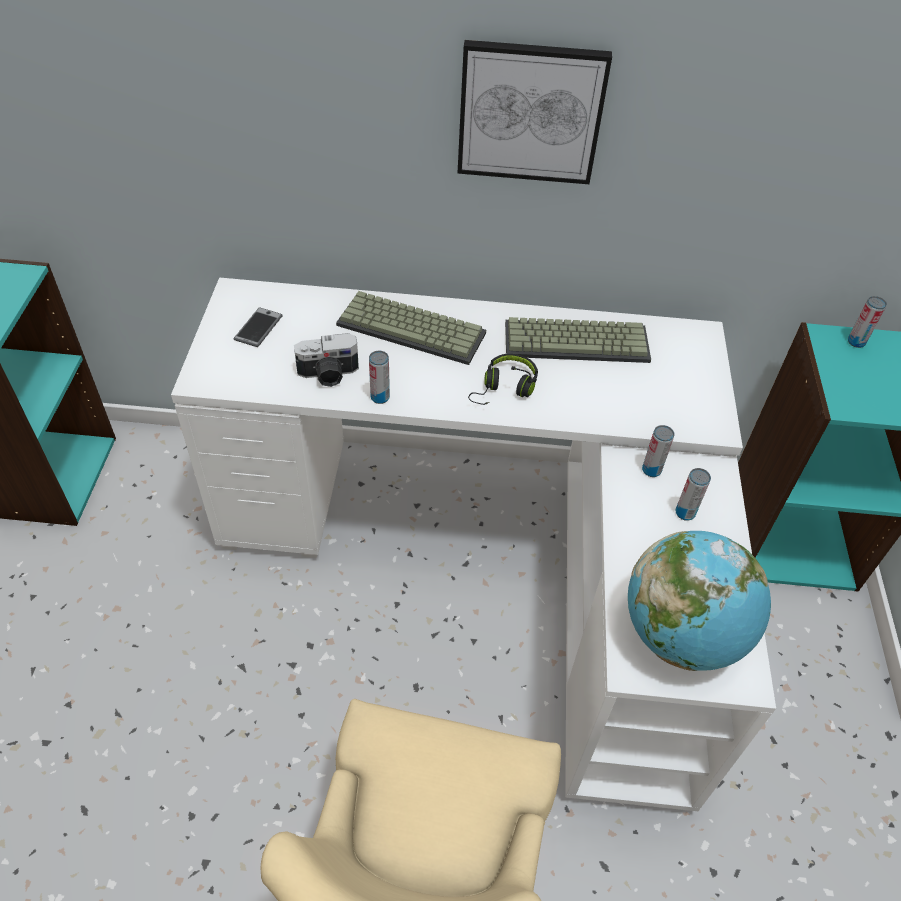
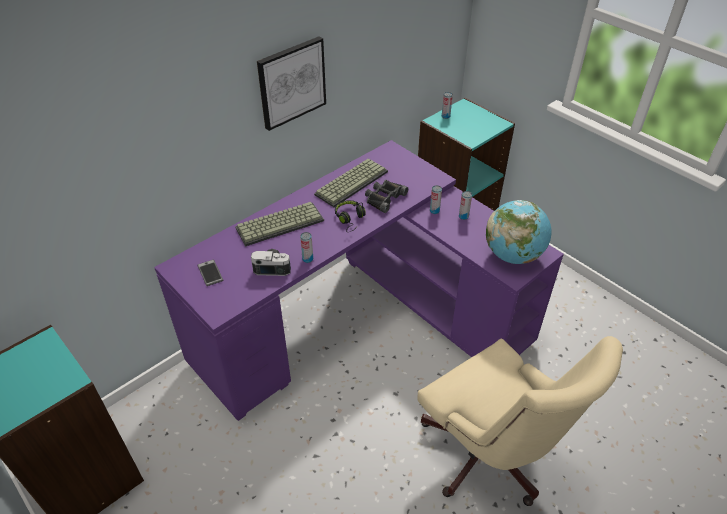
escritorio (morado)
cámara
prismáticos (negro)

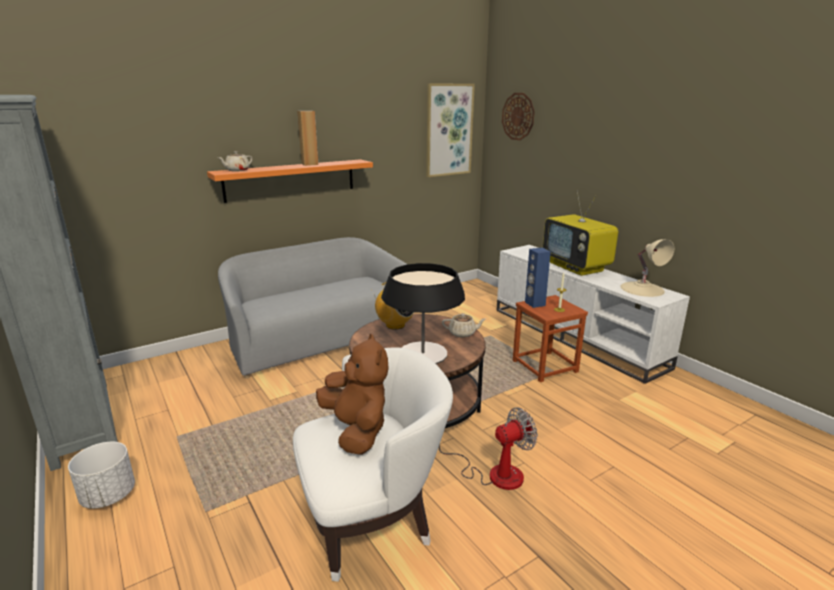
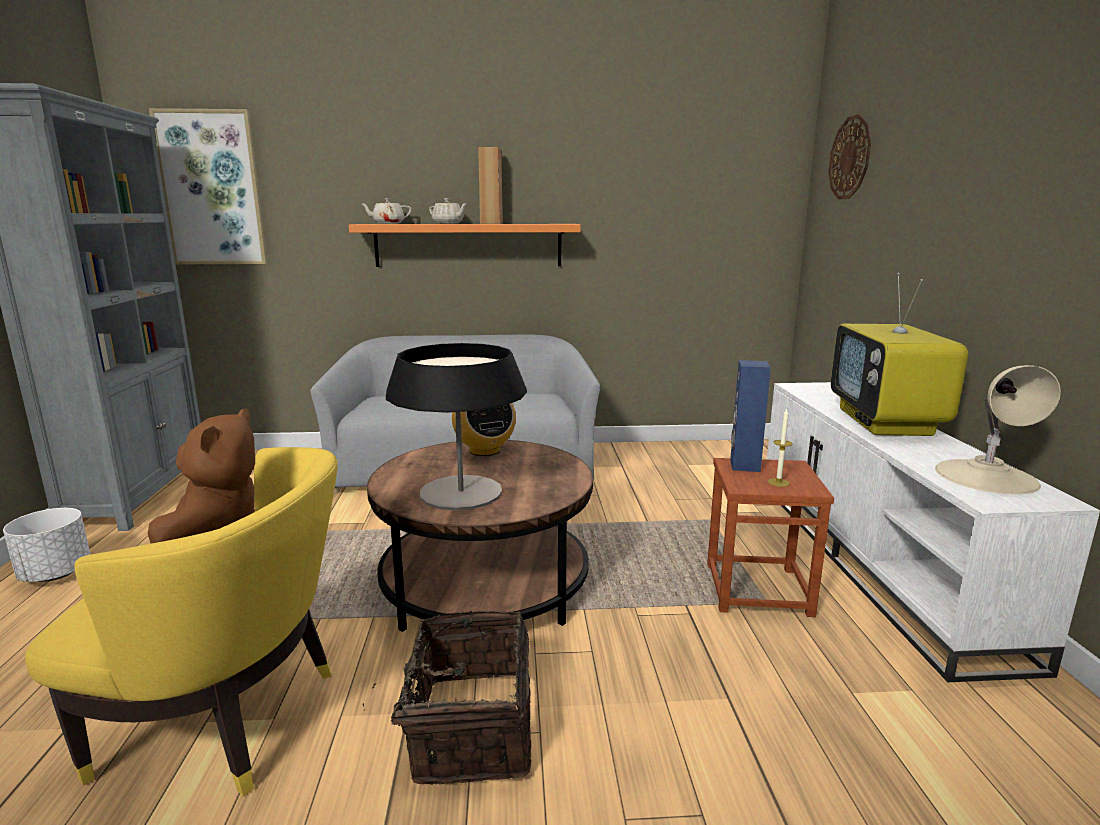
cuadro
tetera (beis) (2nd from left)
sillón (amarillo)
cesta

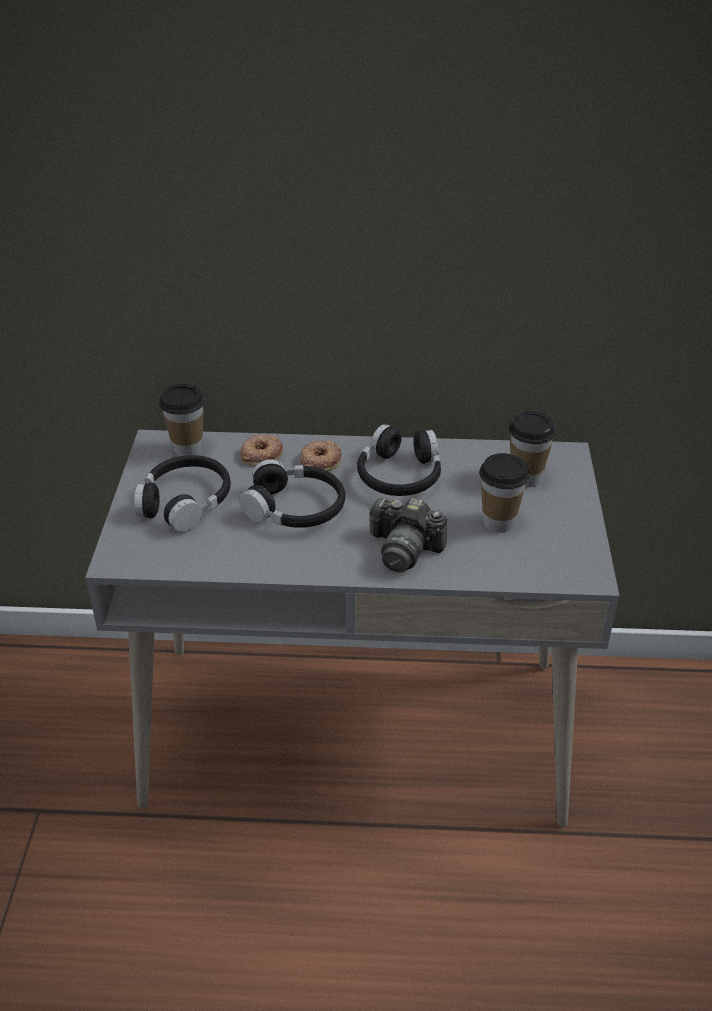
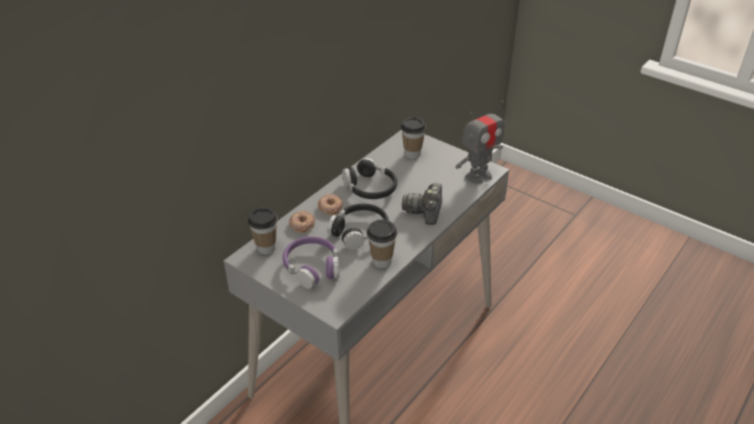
taza (2nd from left)
auriculares (morado)
cámara
robot de juguete

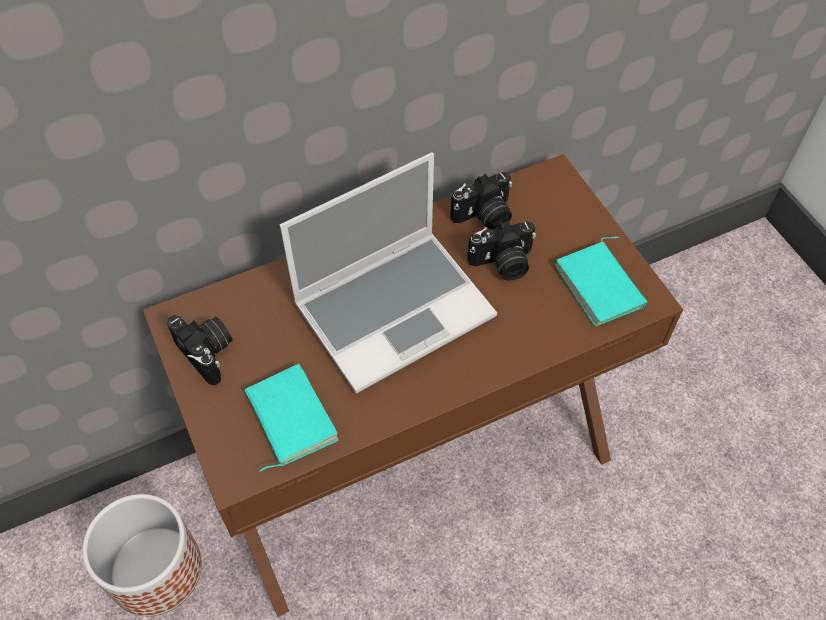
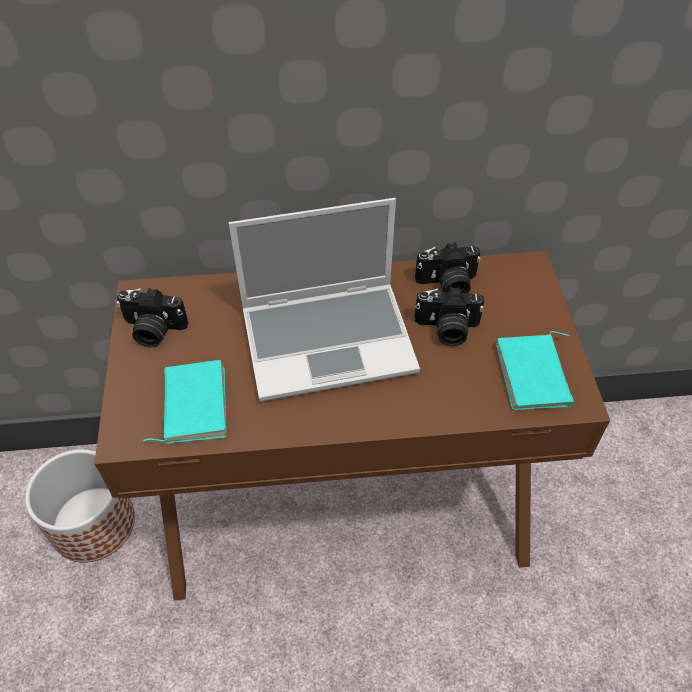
cámara (1st from left)

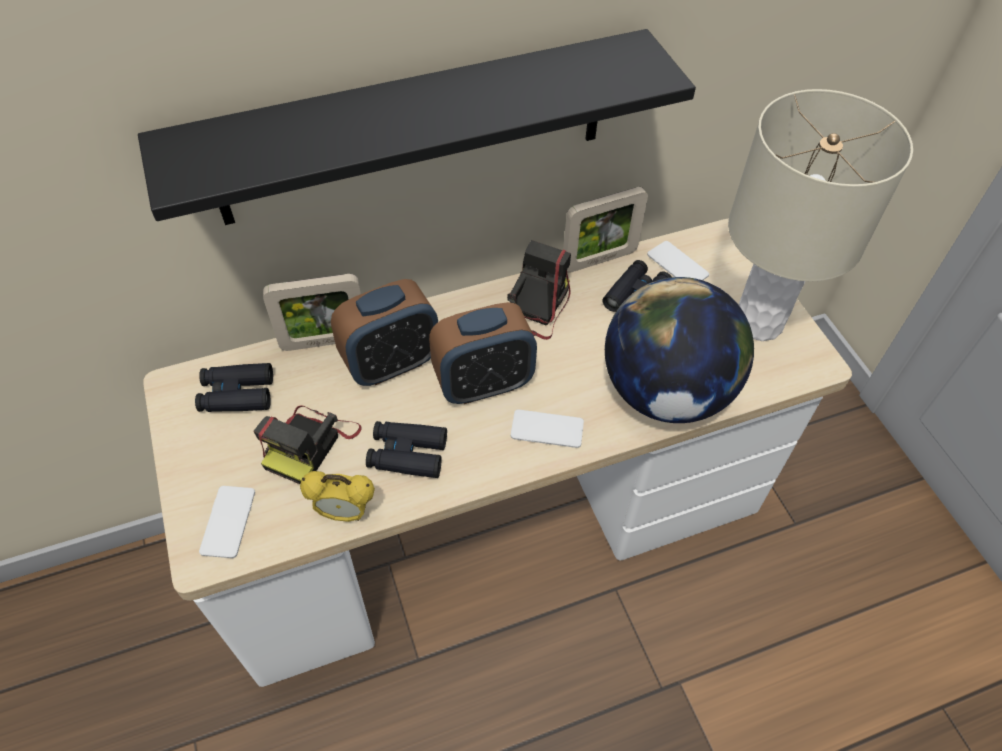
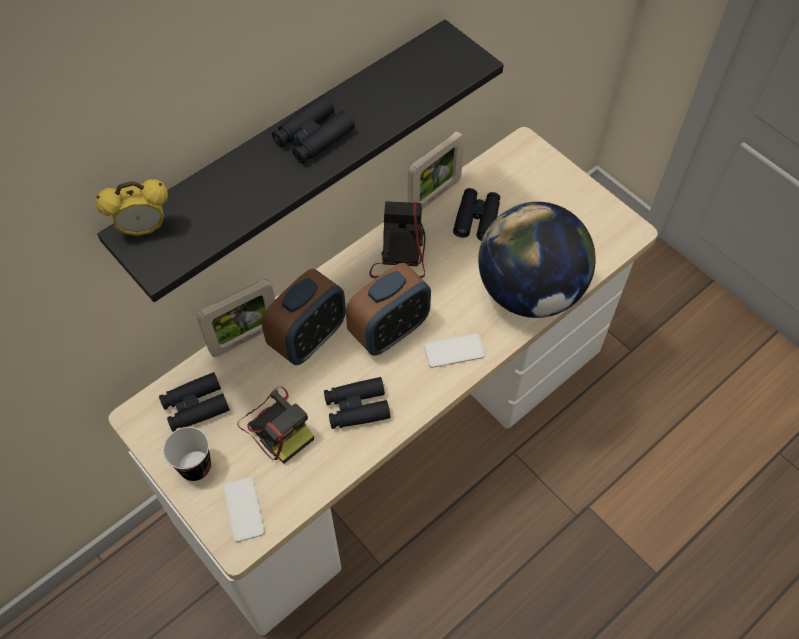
lámpara de mesa (beis)
móvil (3rd from left in the first image)
cámara (1st from left)
despertador (1st from left)
prismáticos (negro) (2nd from left)
taza

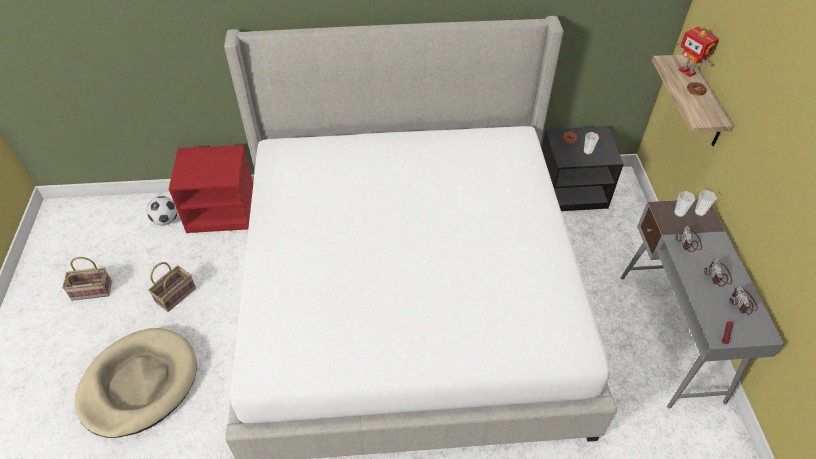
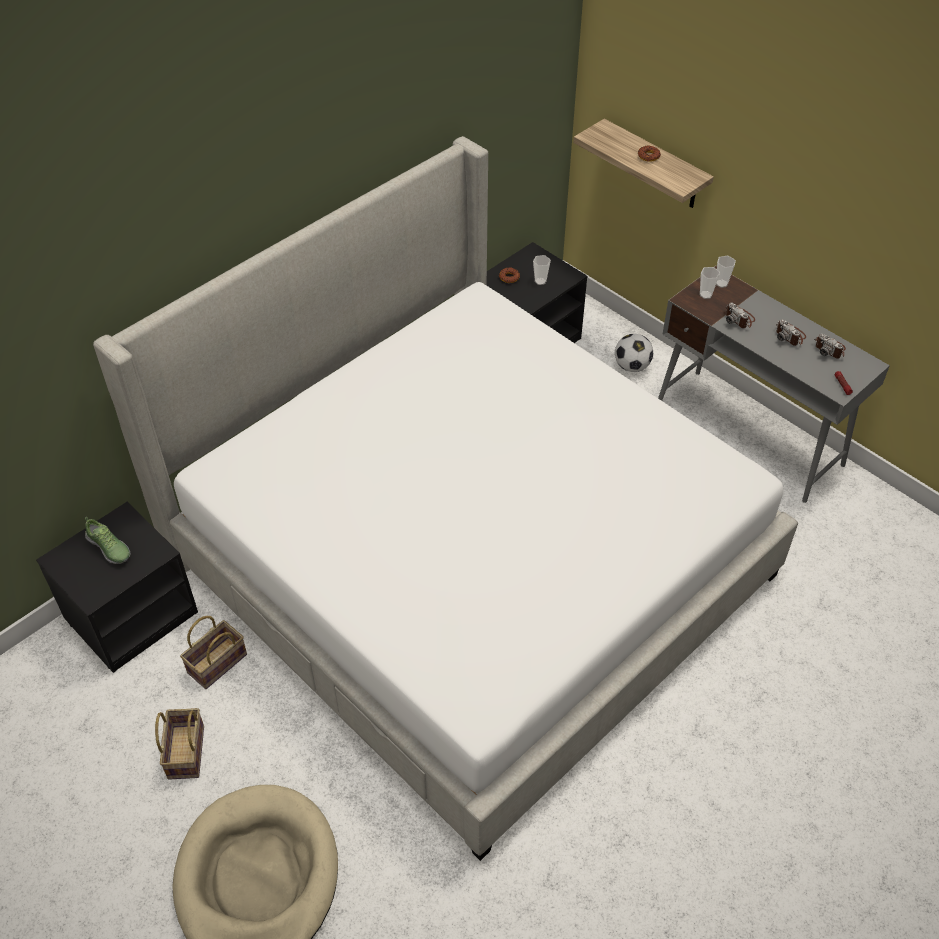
robot de juguete
mesita de noche (negro) (1st from left)
balón de fútbol
cesta (2nd from left)
zapato

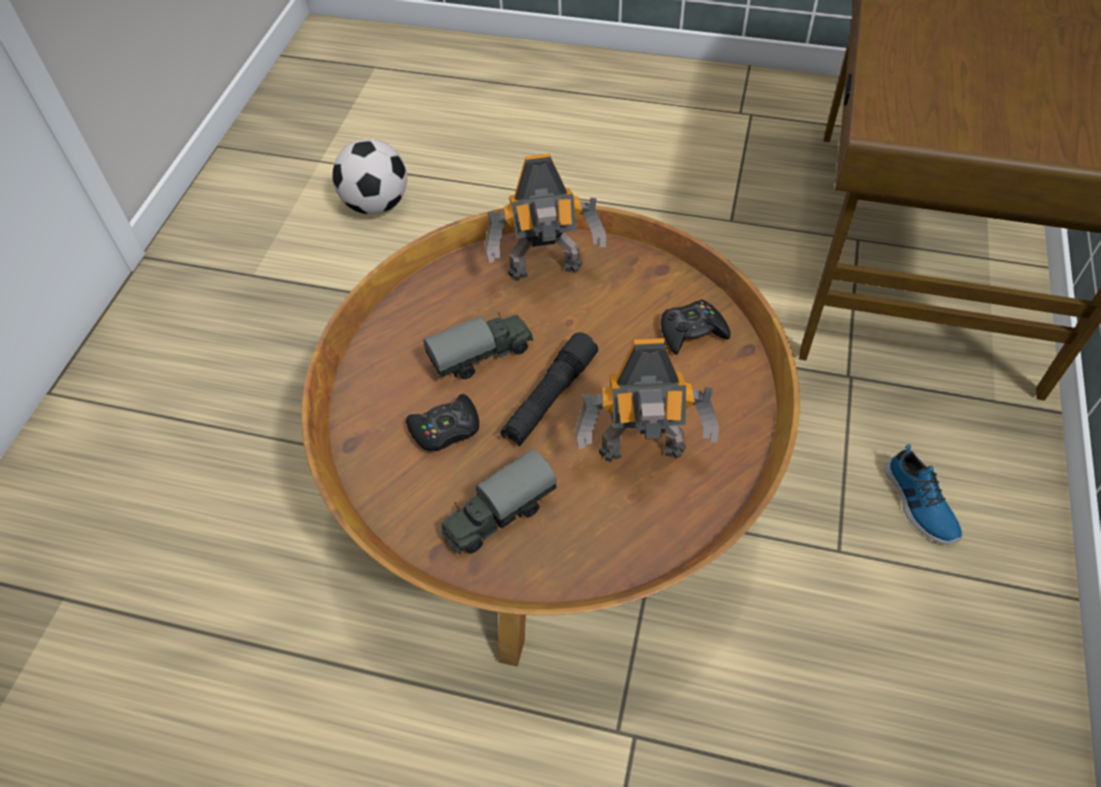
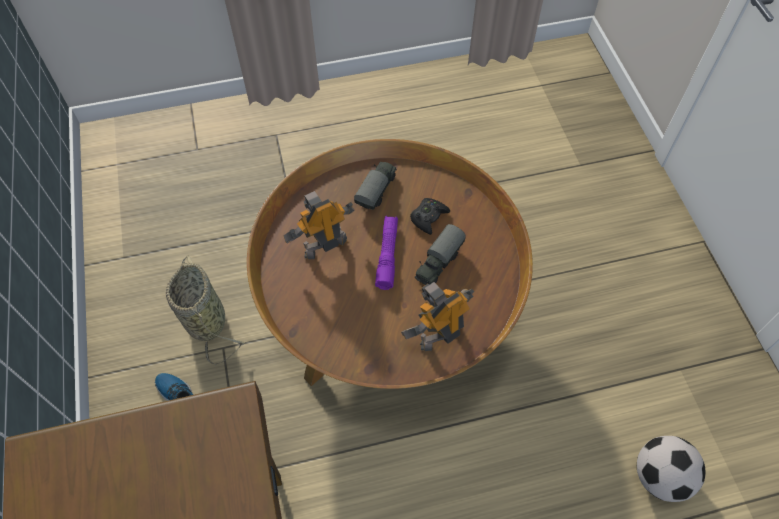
mando de consola (negro) (2nd from left in the first image)
linterna (morado)
cesta

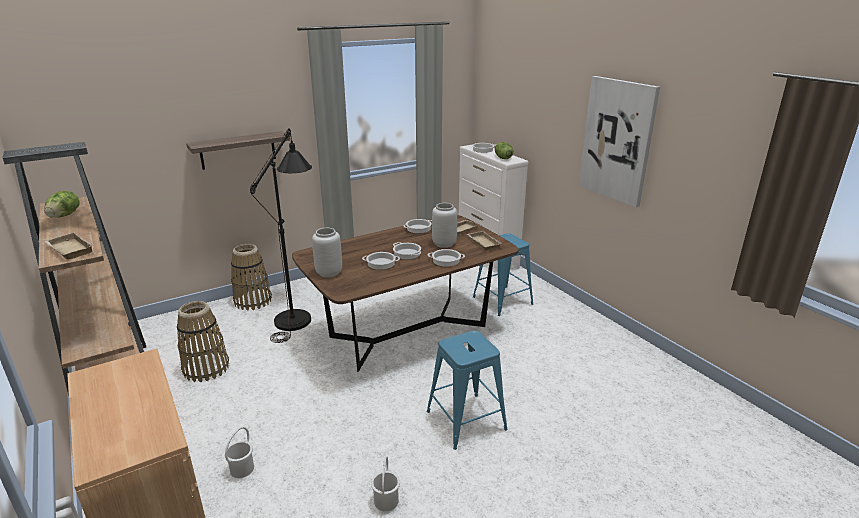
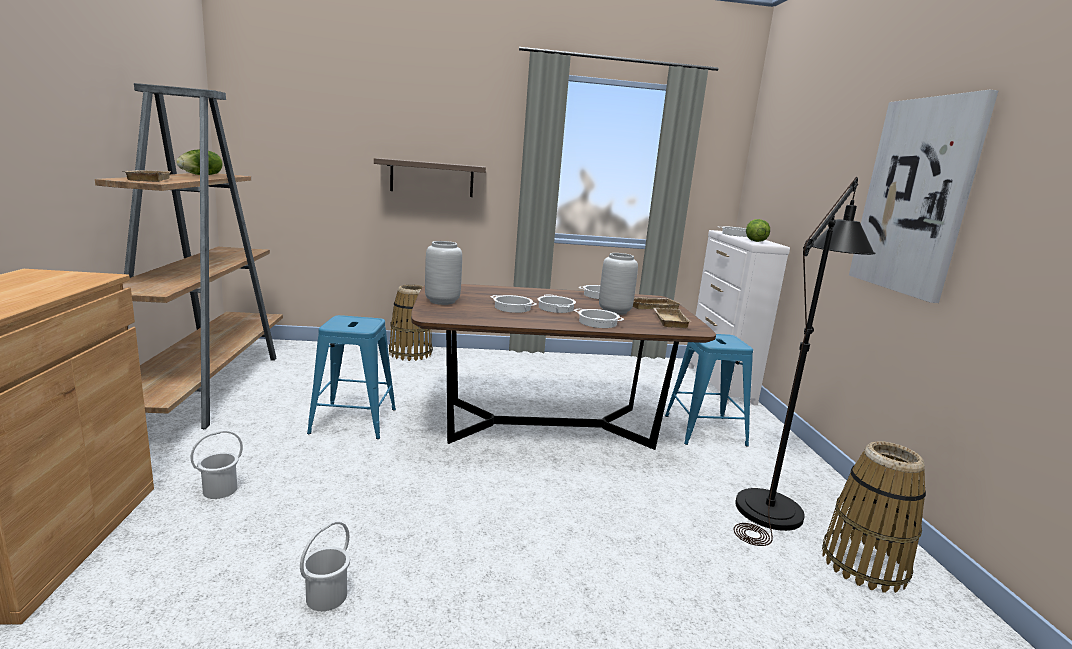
lámpara de pie (negro)
cesta (2nd from left)
taburete (azul) (1st from left)

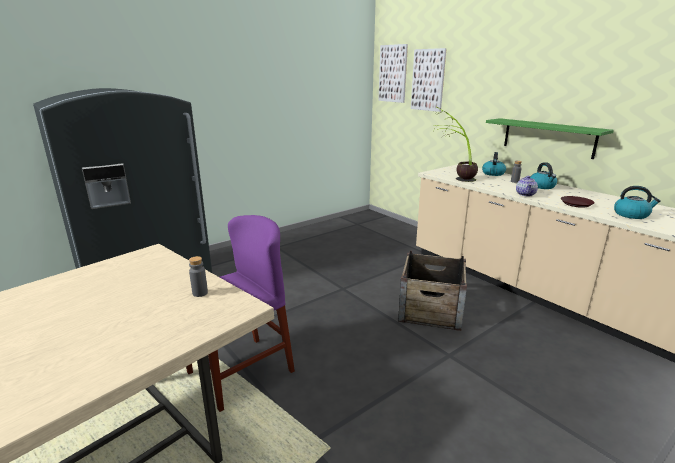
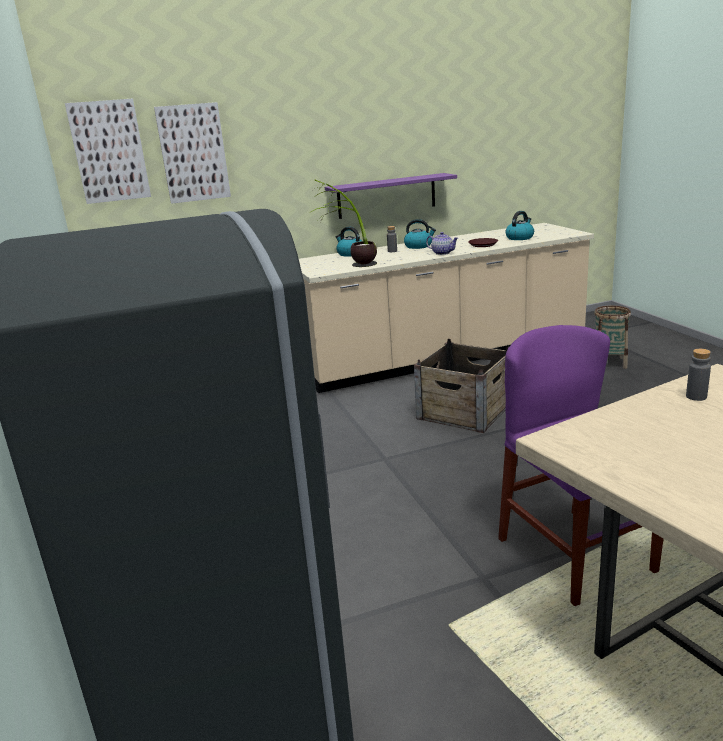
estante (morado)
cesta

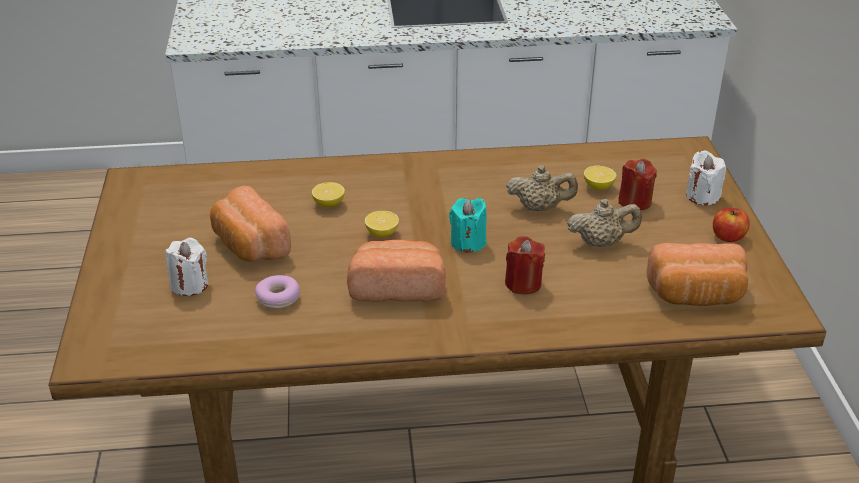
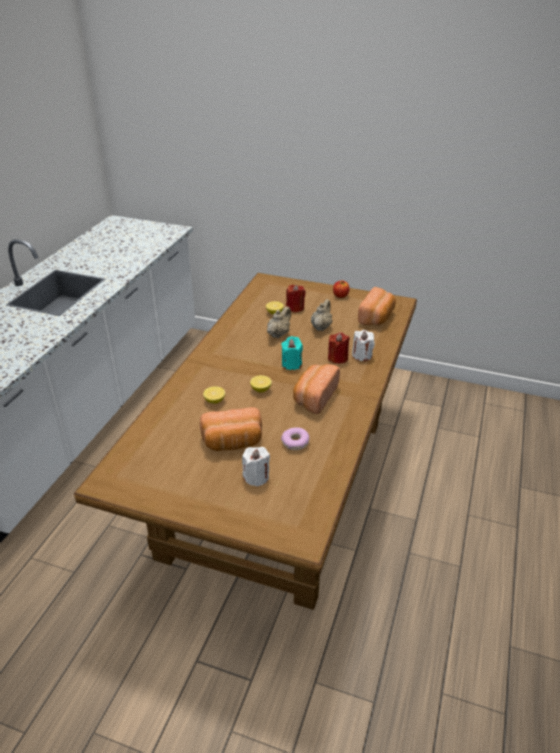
vela (blanco) (2nd from left)

